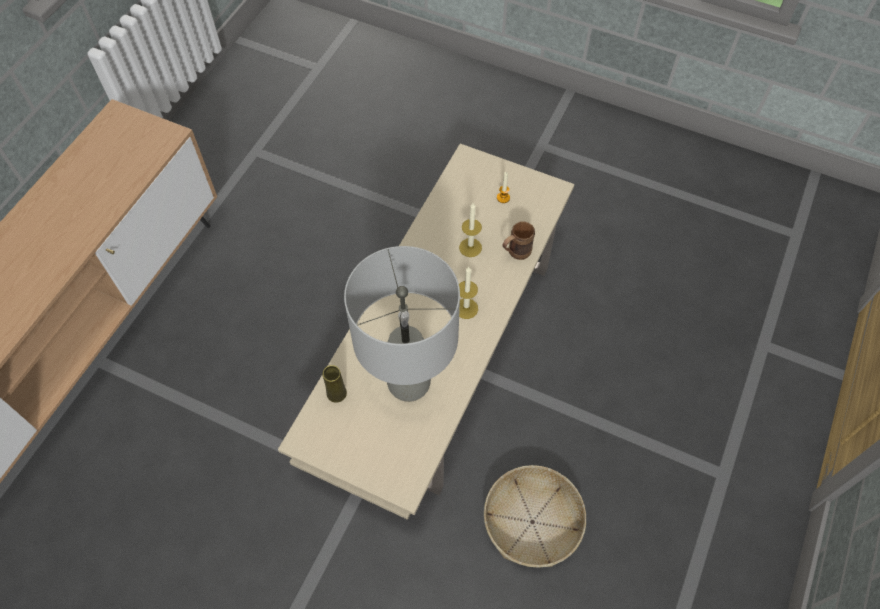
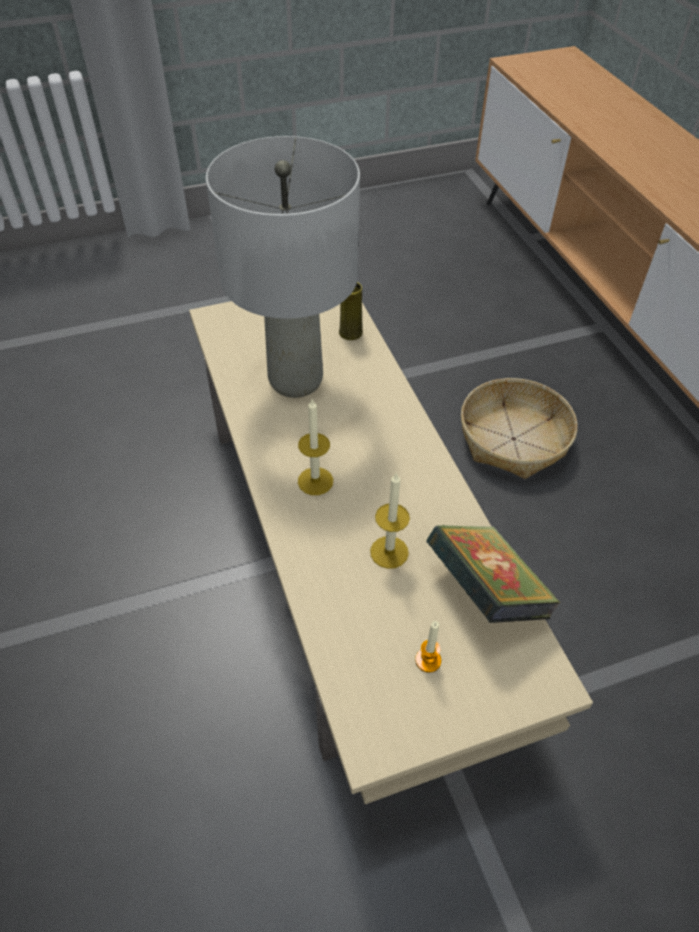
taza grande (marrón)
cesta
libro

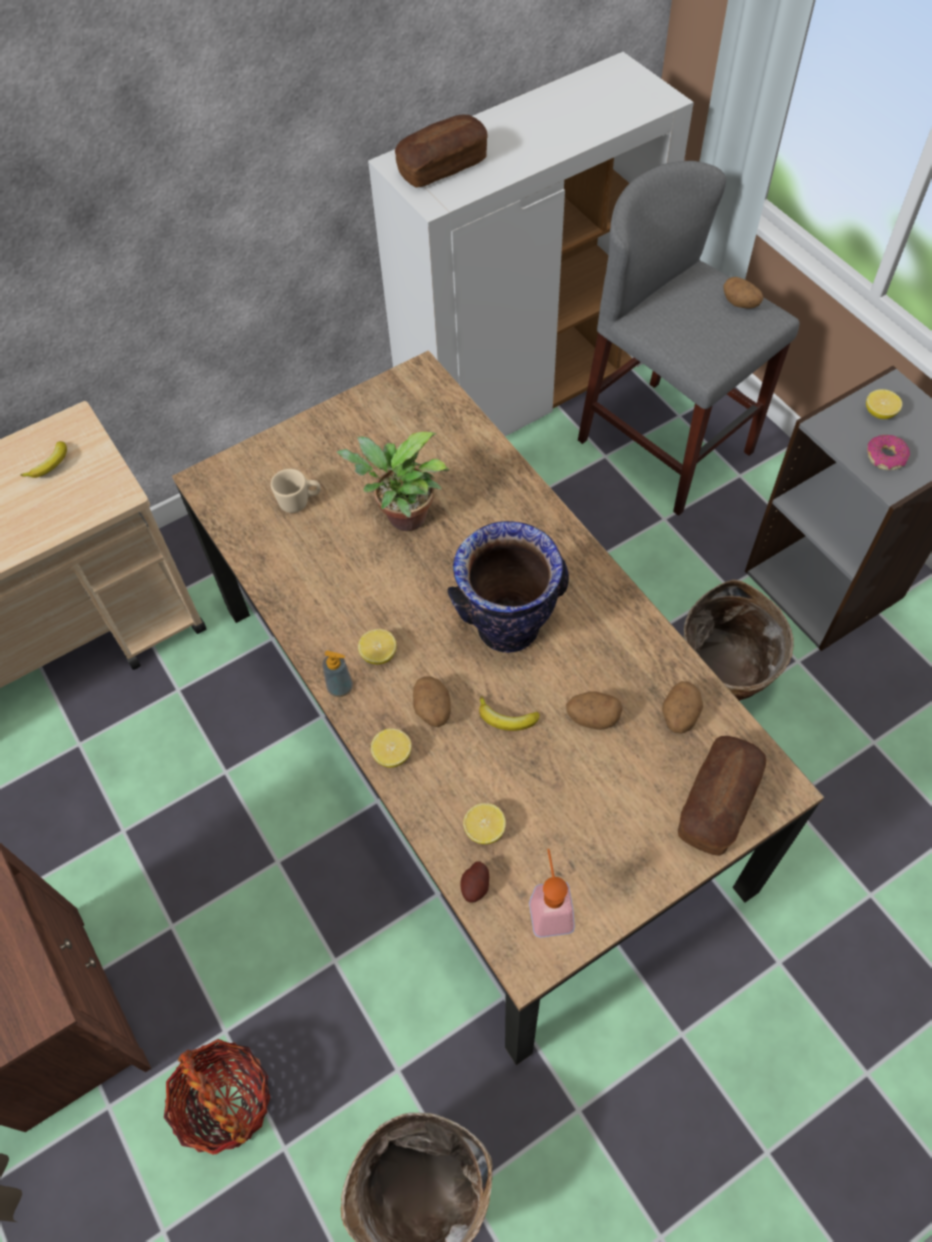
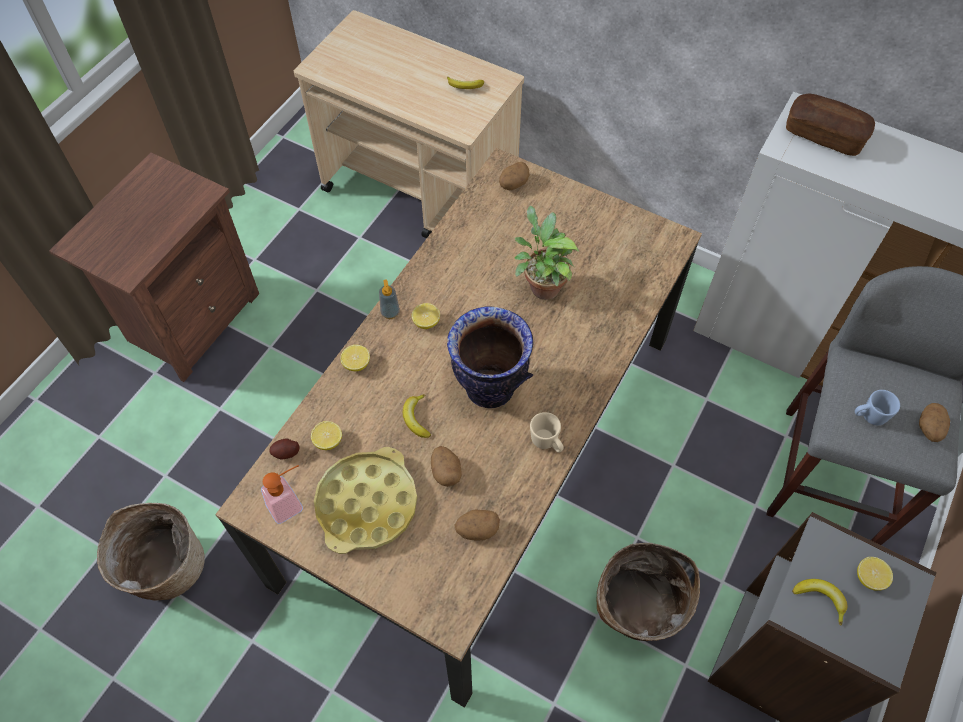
plátano (3rd from left)
taza grande (beis)
patata (4th from left)
pan (2nd from left in the first image)
cesta (1st from left in the first image)
taza grande (azul)
bandeja (amarillo)

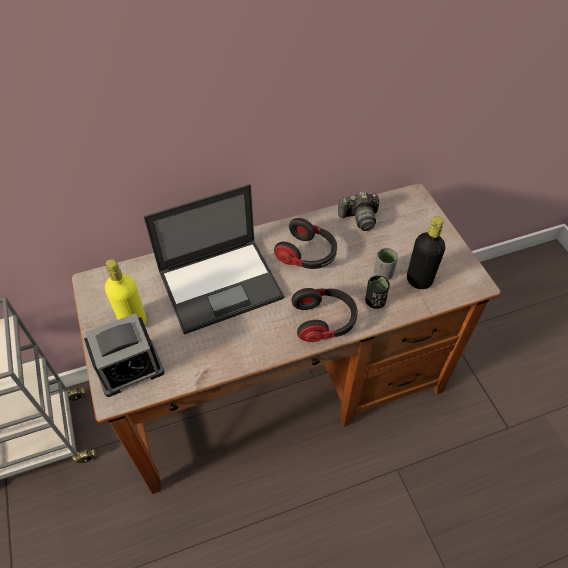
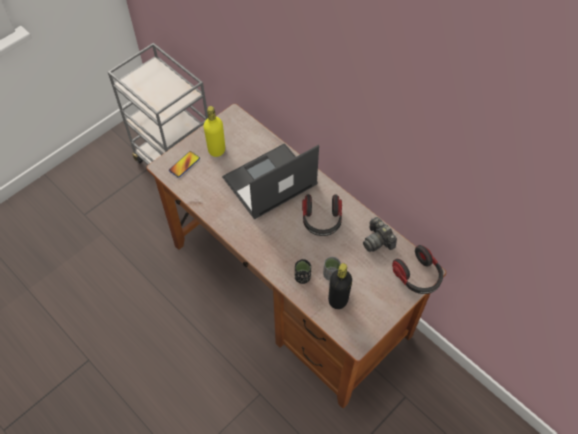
portátil
auriculares (2nd from left)
móvil

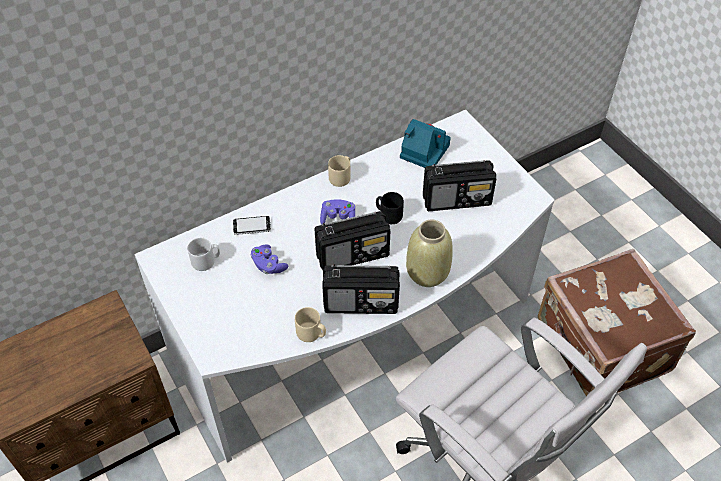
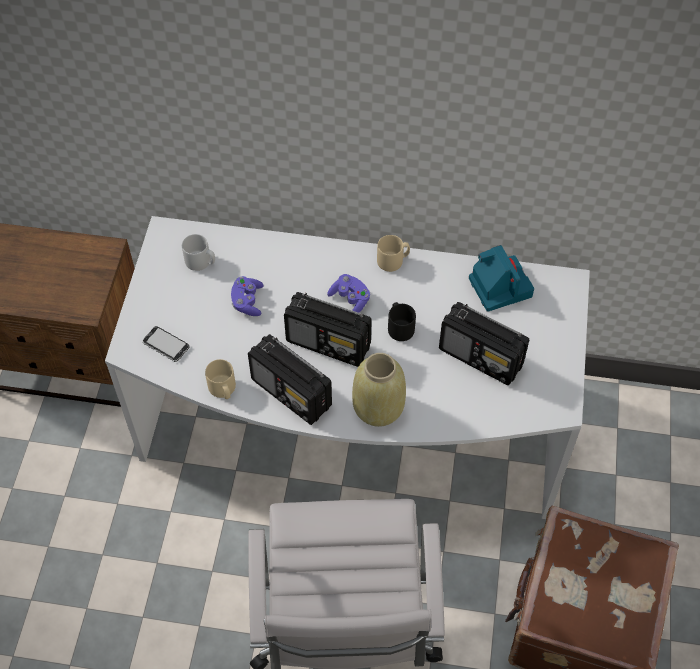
móvil

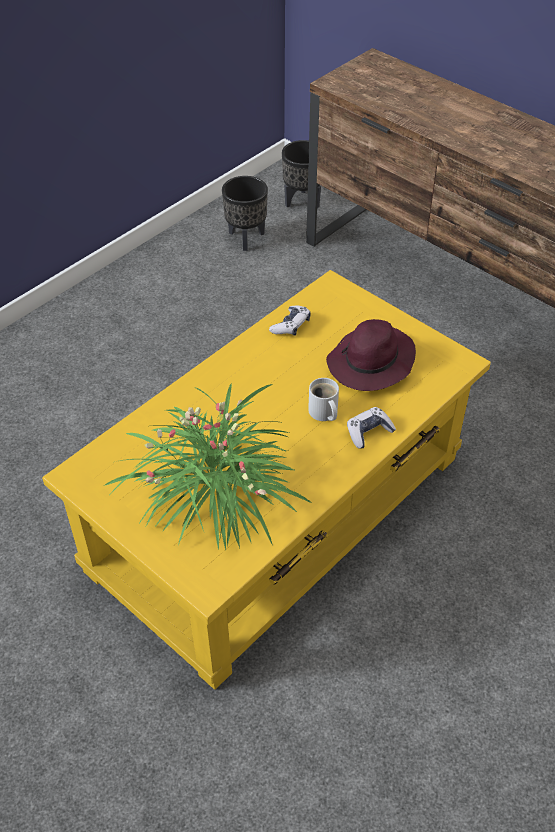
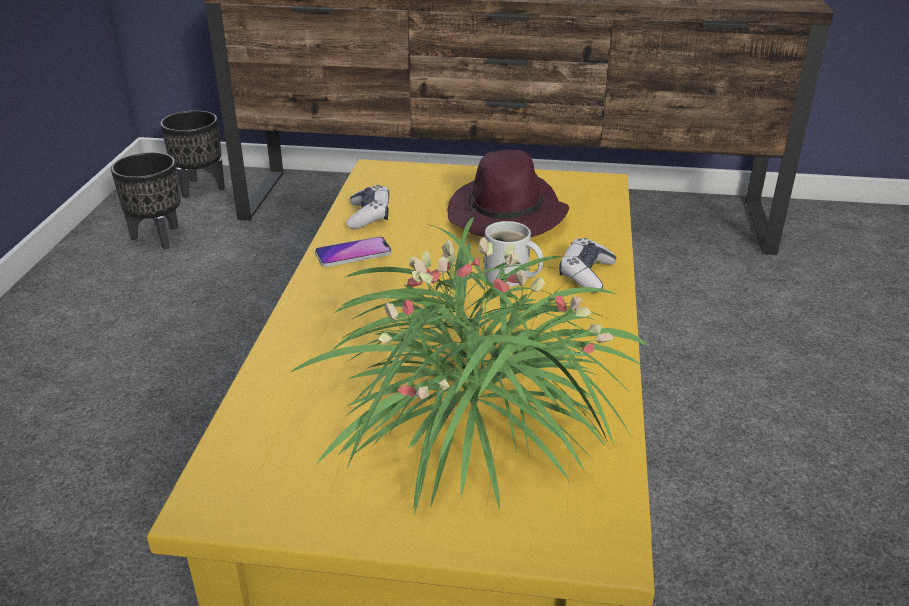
móvil

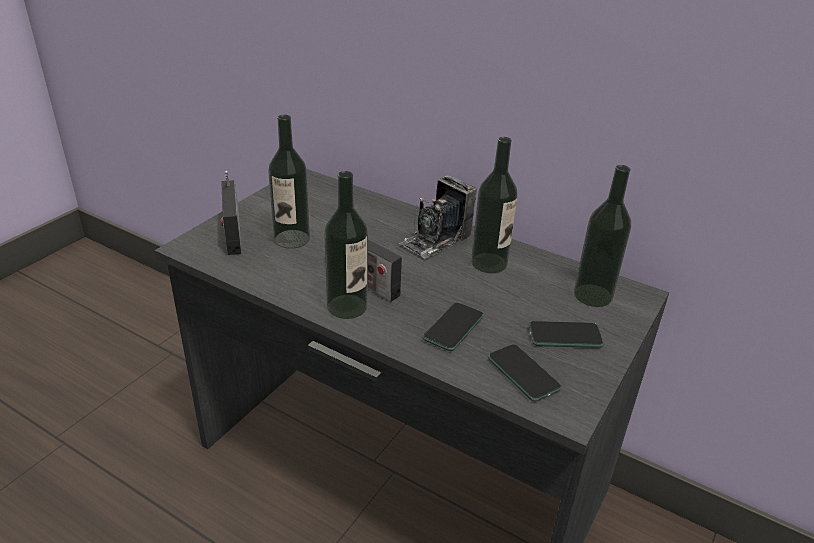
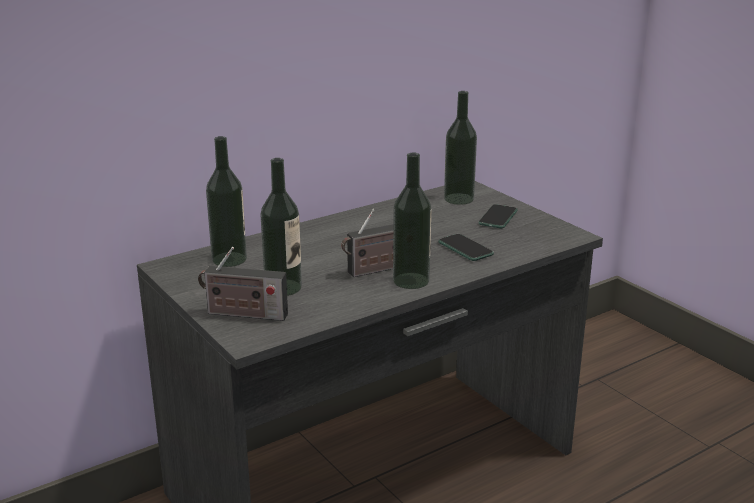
botella (1st from left)
cámara
móvil (2nd from left in the first image)

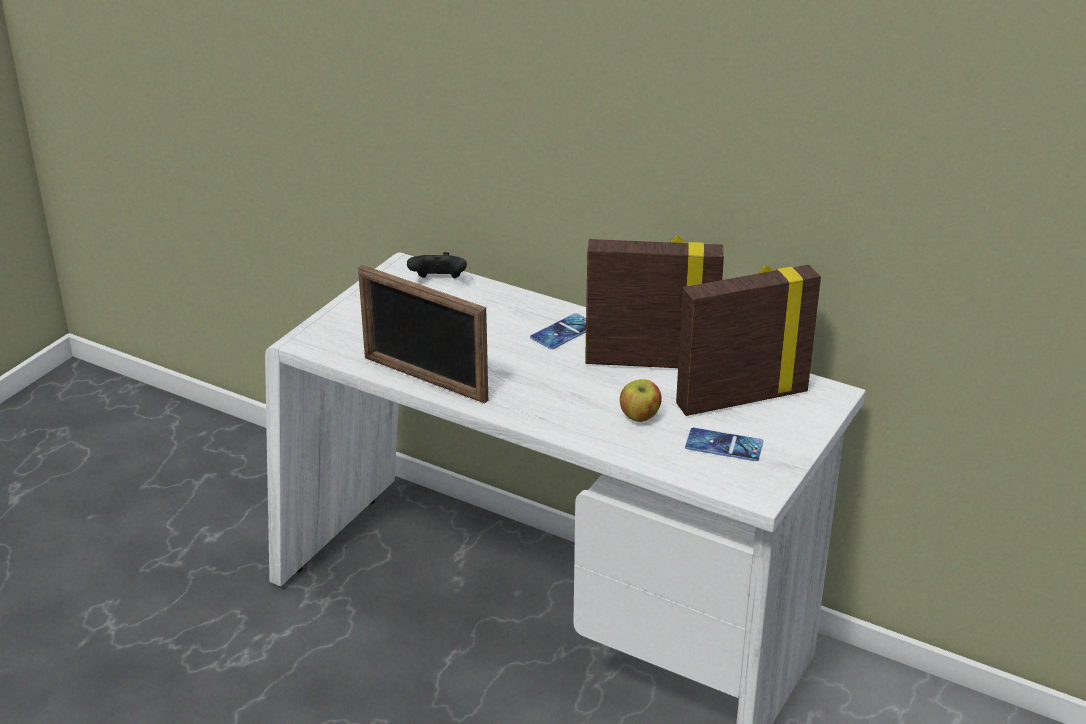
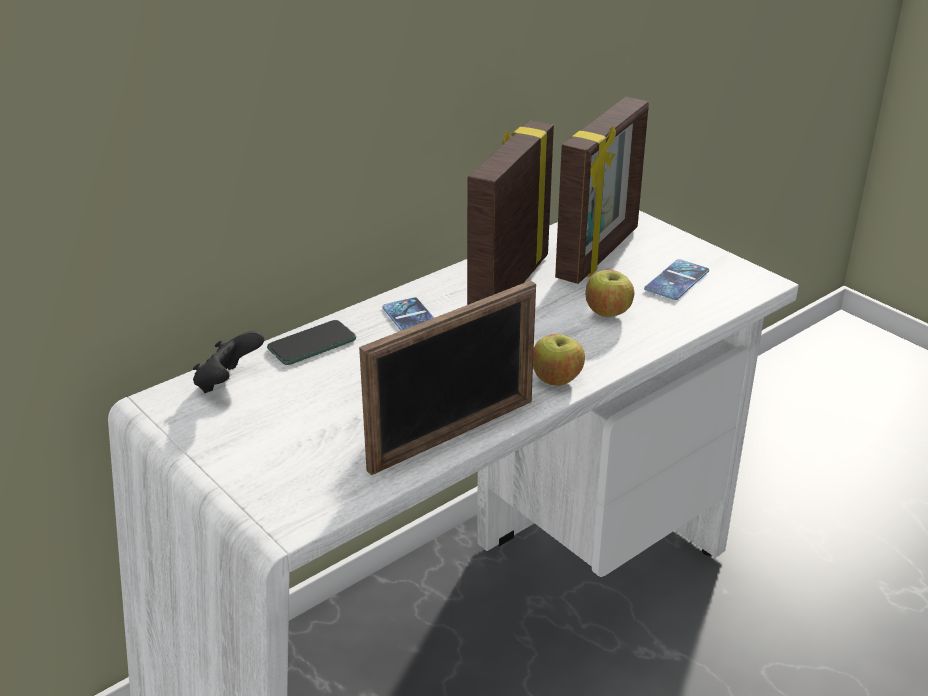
portarretratos (3rd from left)
móvil (1st from left)
manzana (1st from left)

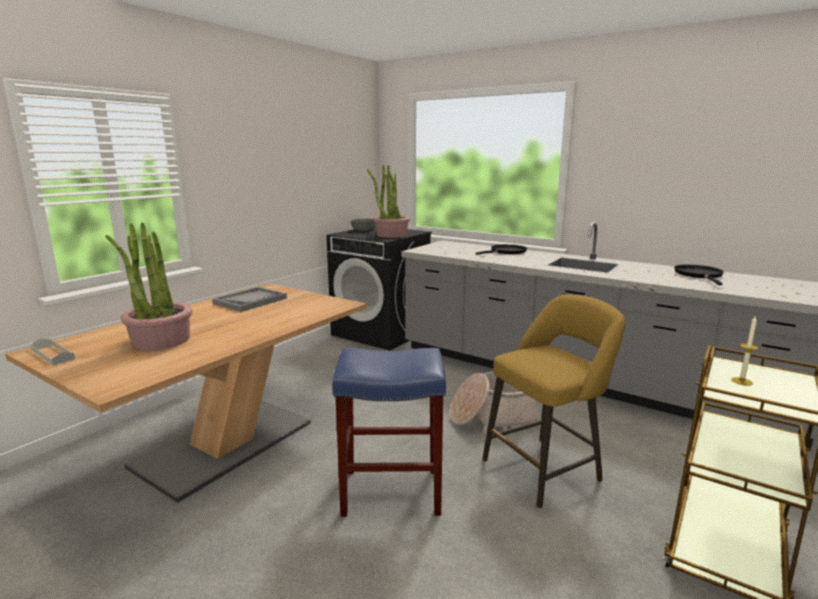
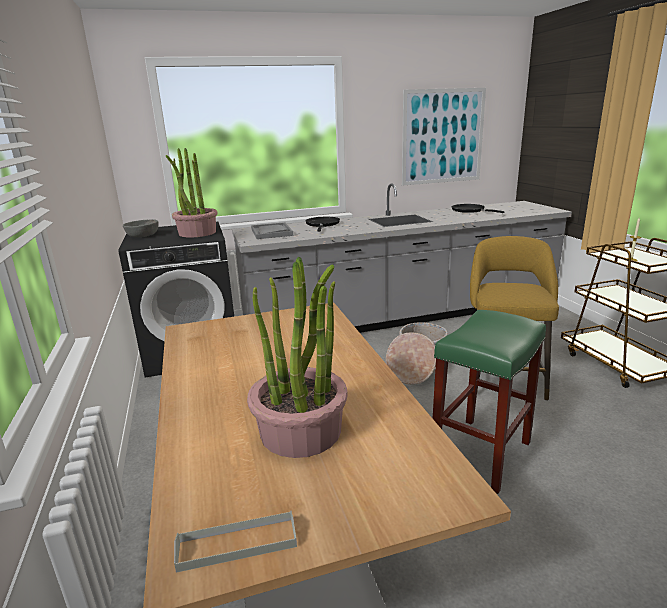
bandeja (gris) (2nd from left)
taburete (verde)
cuadro

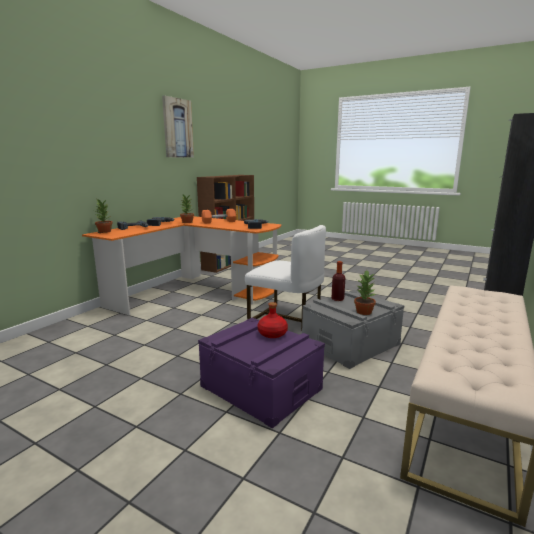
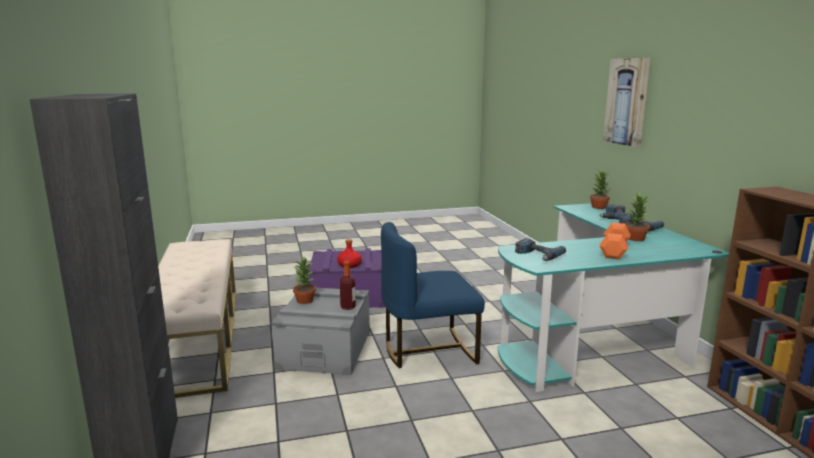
cuadro
escritorio (turquesa)
silla (azul)

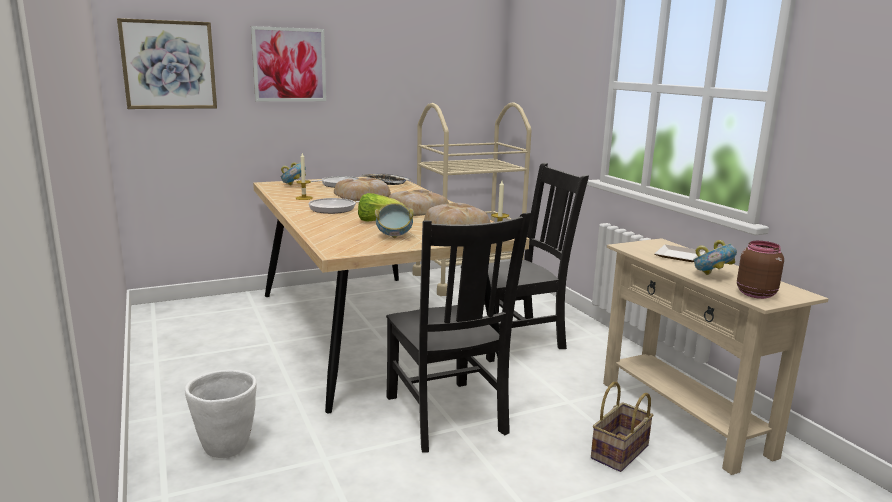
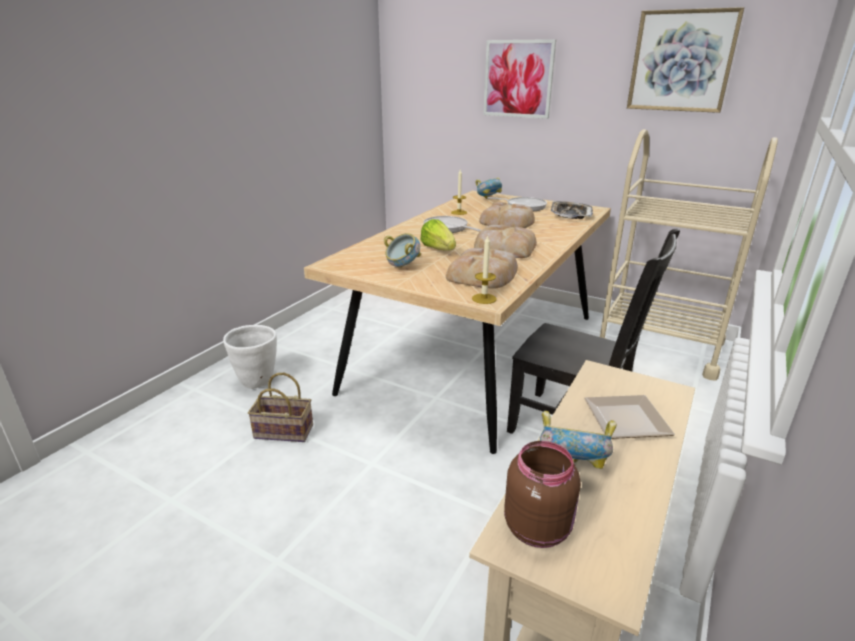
cuadro (2nd from left)
silla (negro) (1st from left in the first image)
cesta

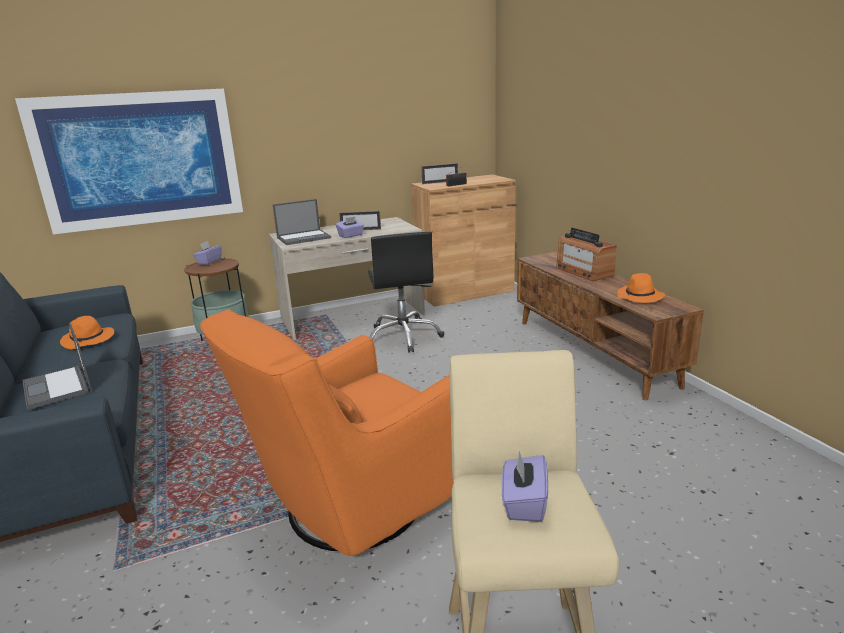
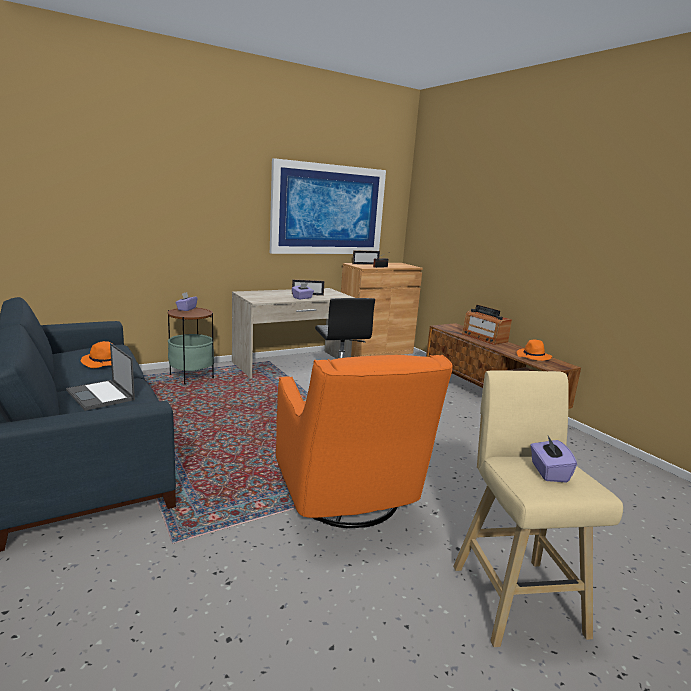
cuadro
portátil (2nd from left in the first image)
sillón (naranja)

